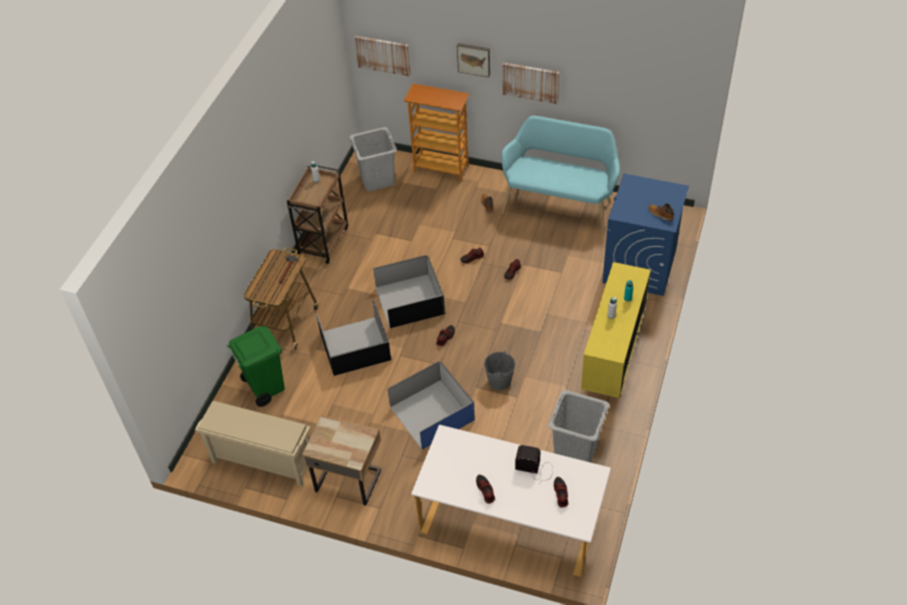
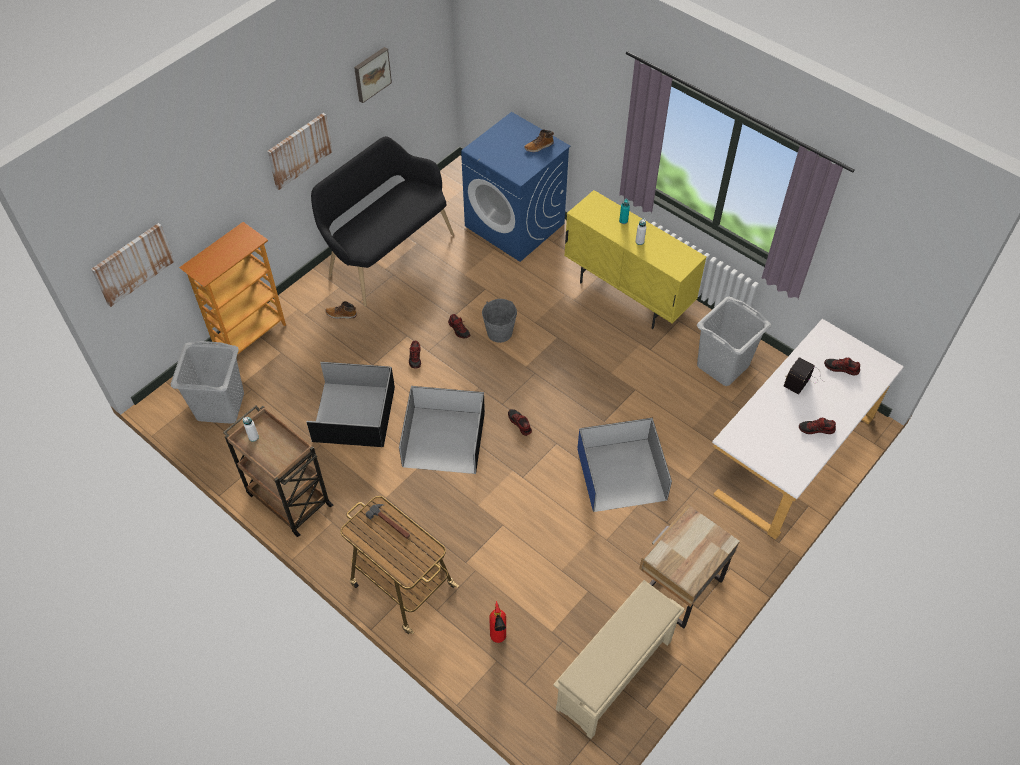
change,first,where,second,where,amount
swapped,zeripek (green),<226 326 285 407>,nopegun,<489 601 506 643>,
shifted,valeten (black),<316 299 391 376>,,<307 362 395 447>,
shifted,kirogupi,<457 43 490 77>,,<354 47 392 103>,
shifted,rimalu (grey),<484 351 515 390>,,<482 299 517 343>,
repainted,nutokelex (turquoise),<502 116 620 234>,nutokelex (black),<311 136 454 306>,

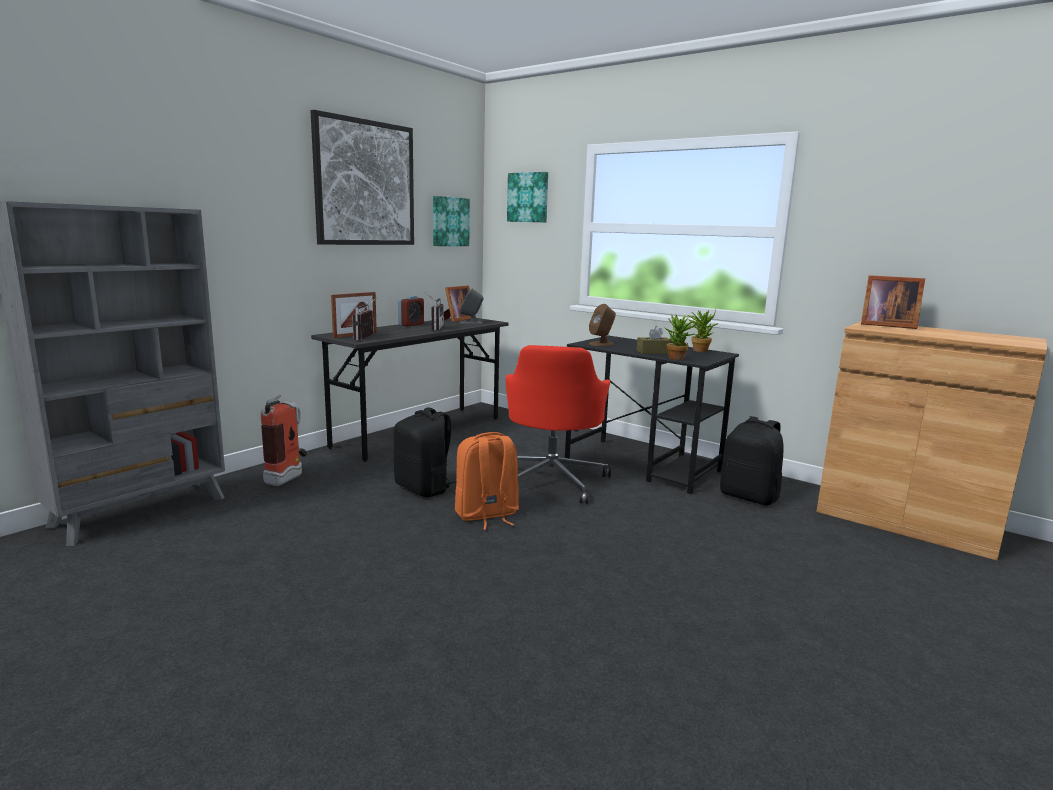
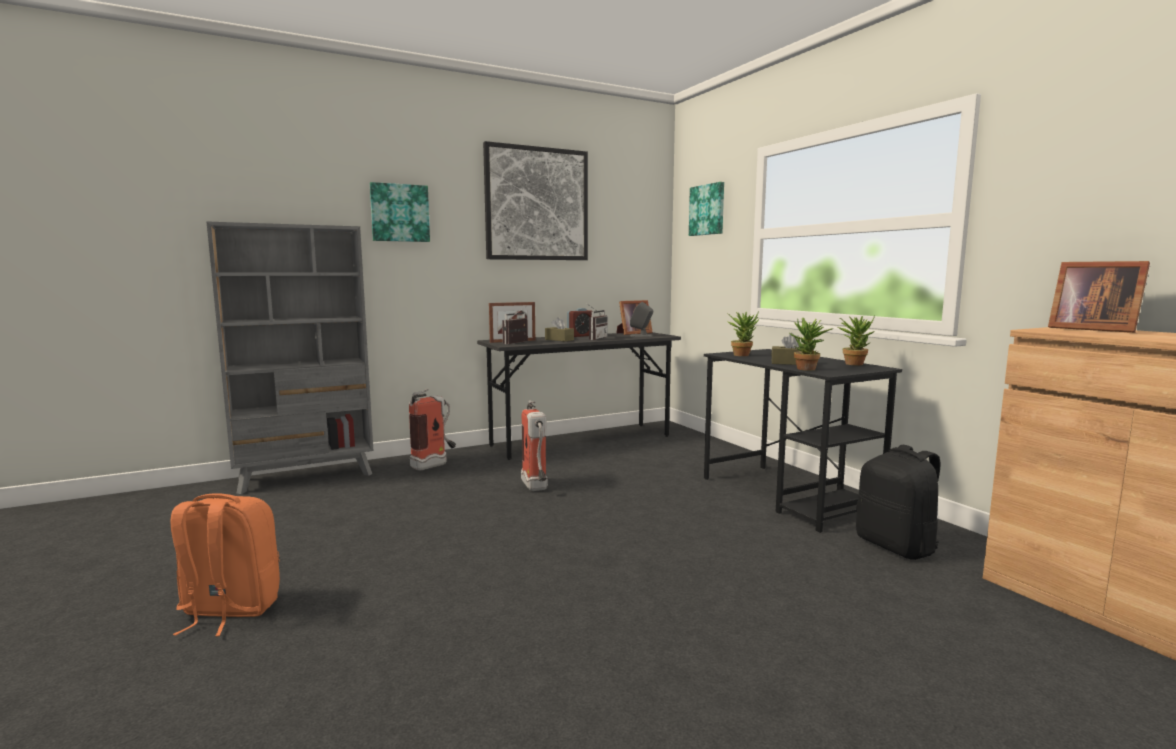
change,first,where,second,where,amount
swapped,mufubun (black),<393 407 456 497>,nopegun,<521 400 548 491>,
shifted,kirogupi,<433 196 470 246>,,<370 182 430 242>,
shifted,mufubun (orange),<455 432 519 530>,,<170 493 280 637>,
gone,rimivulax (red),<506 345 611 504>,,,
swapped,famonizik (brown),<589 304 616 346>,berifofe,<728 311 759 356>,
new,,,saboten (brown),<545 317 574 341>,

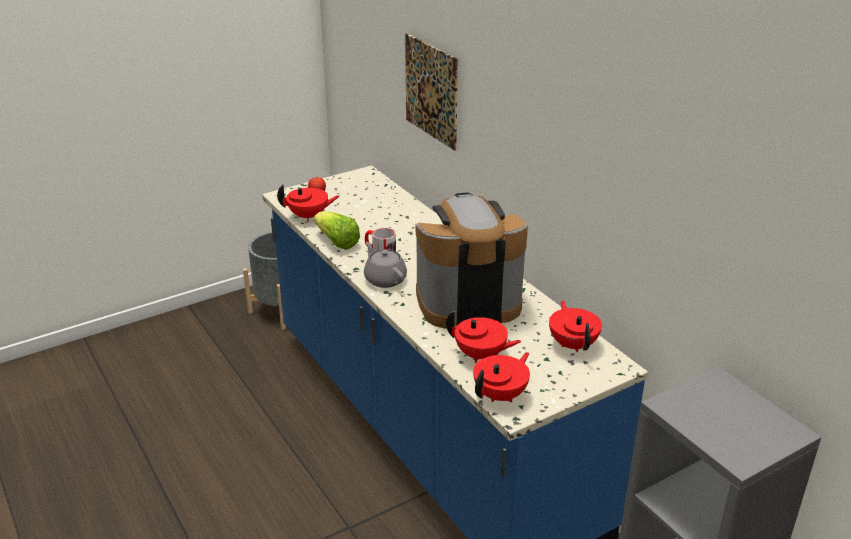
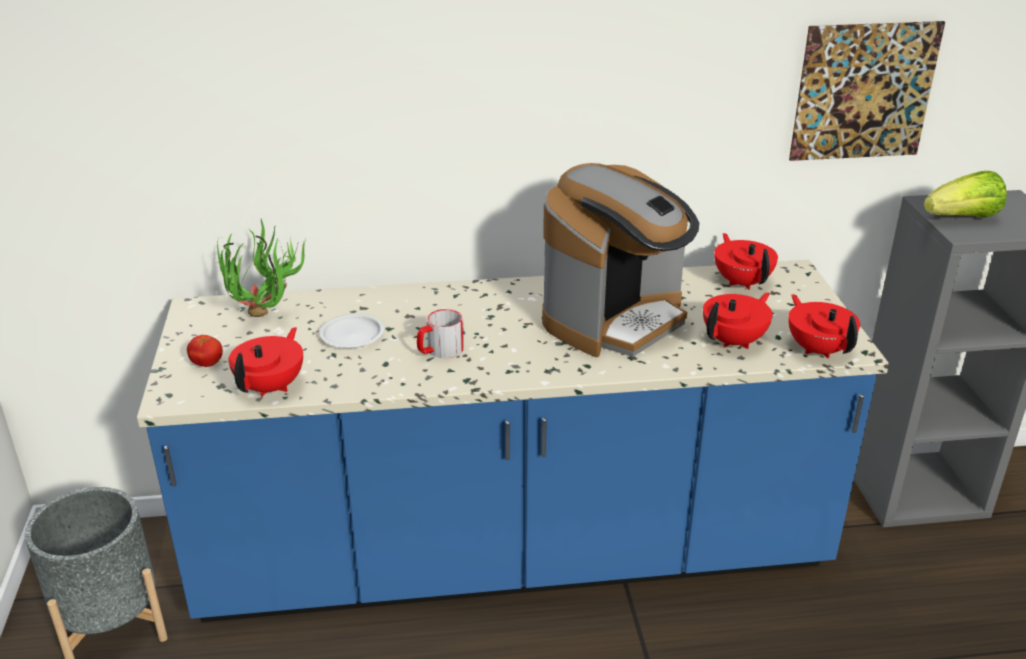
change,first,where,second,where,amount
shifted,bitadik,<313 211 360 250>,,<924 171 1007 218>,
gone,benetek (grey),<364 242 407 288>,,,
shifted,kirogupi,<405 33 458 150>,,<789 21 945 161>,
rotated,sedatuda,<416 193 528 329>,,<542 163 699 357>,150 degrees counterclockwise
rotated,benetek (red),<549 300 602 352>,,<714 233 778 290>,60 degrees clockwise
new,,,berifofe,<217 218 306 317>,
new,,,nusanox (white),<319 314 384 348>,

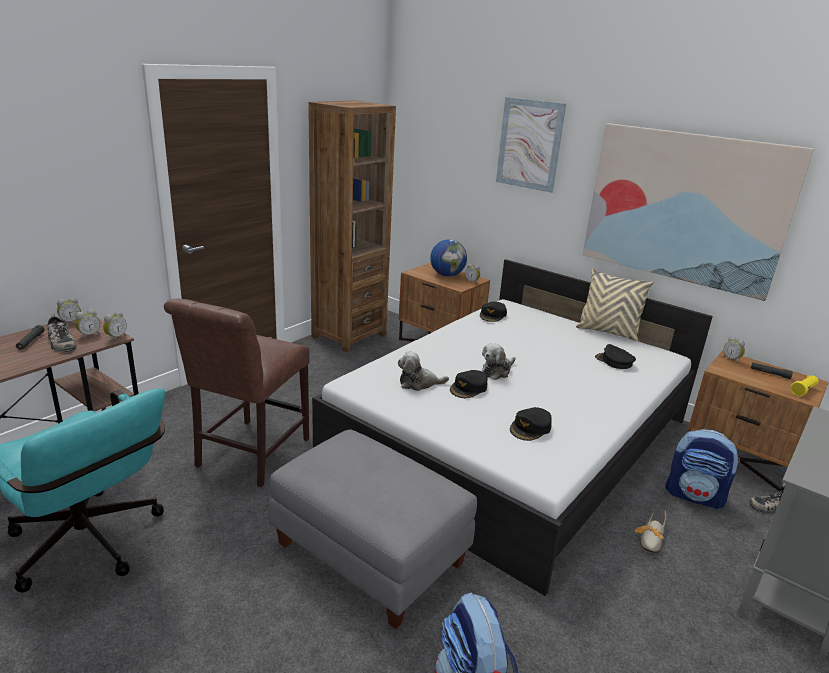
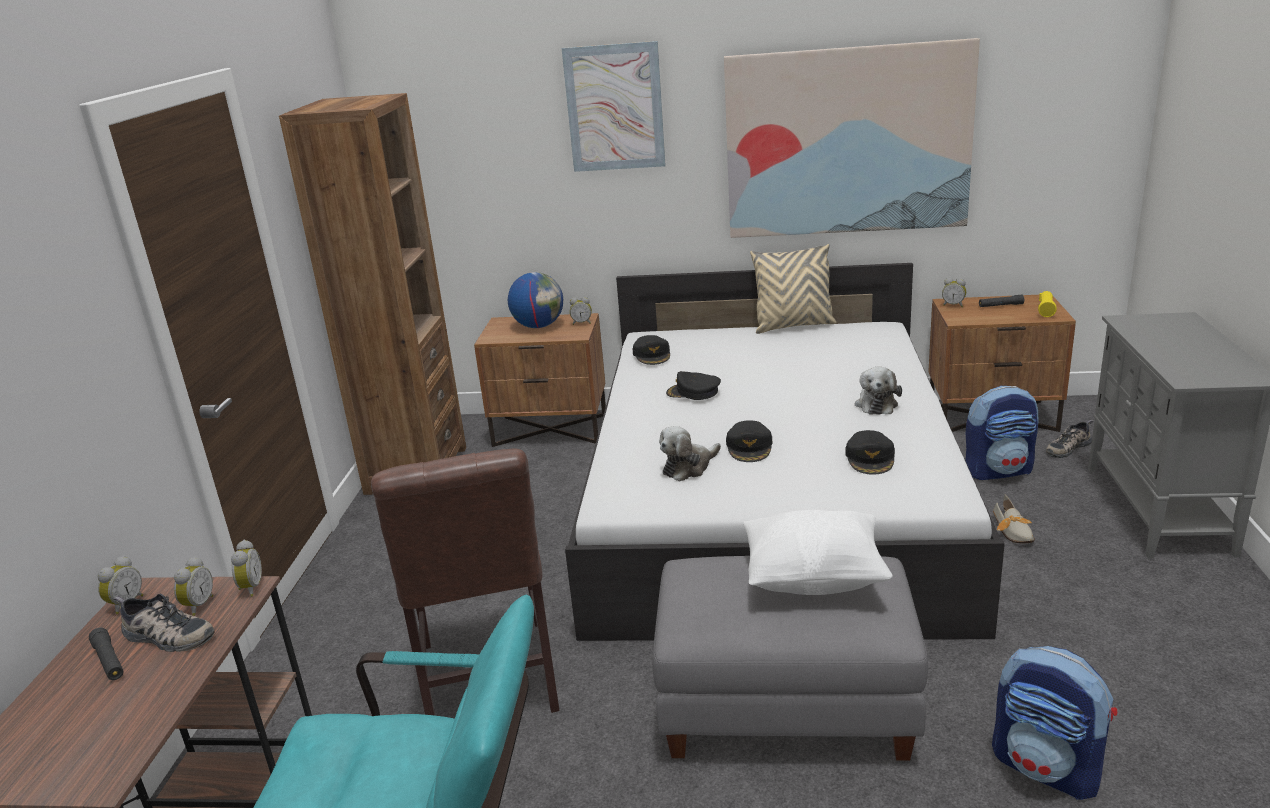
change,first,where,second,where,amount
shifted,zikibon,<481 343 515 380>,,<855 367 902 415>,
shifted,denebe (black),<595 344 636 369>,,<666 371 721 400>,
new,,,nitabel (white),<743 510 893 595>,

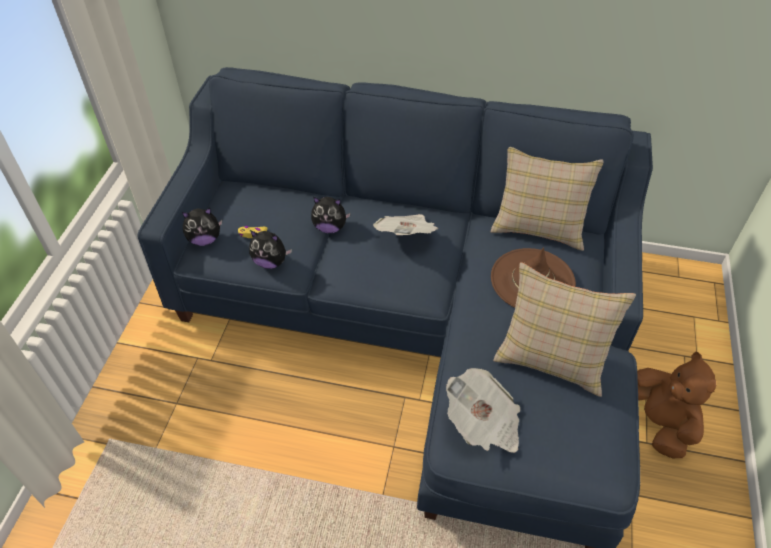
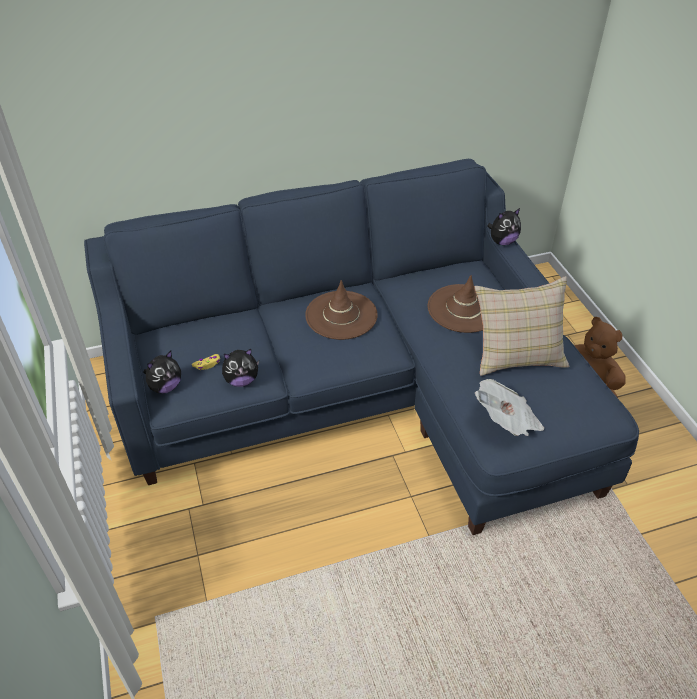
change,first,where,second,where,amount
shifted,zikibon,<311 197 351 233>,,<487 208 521 245>,
swapped,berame,<373 214 438 235>,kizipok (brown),<305 280 378 340>,
gone,nitabel (beige),<491 147 604 251>,,,

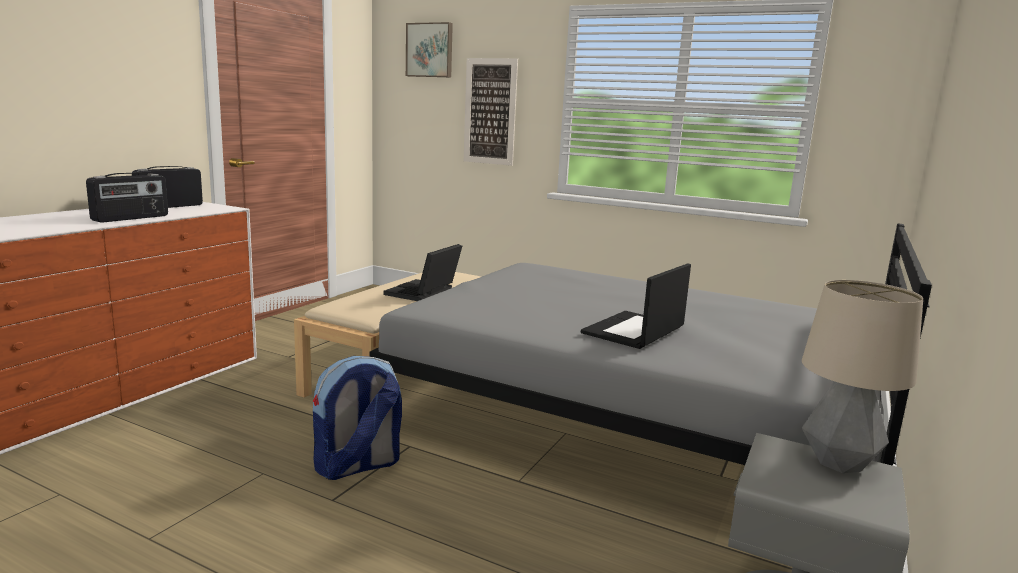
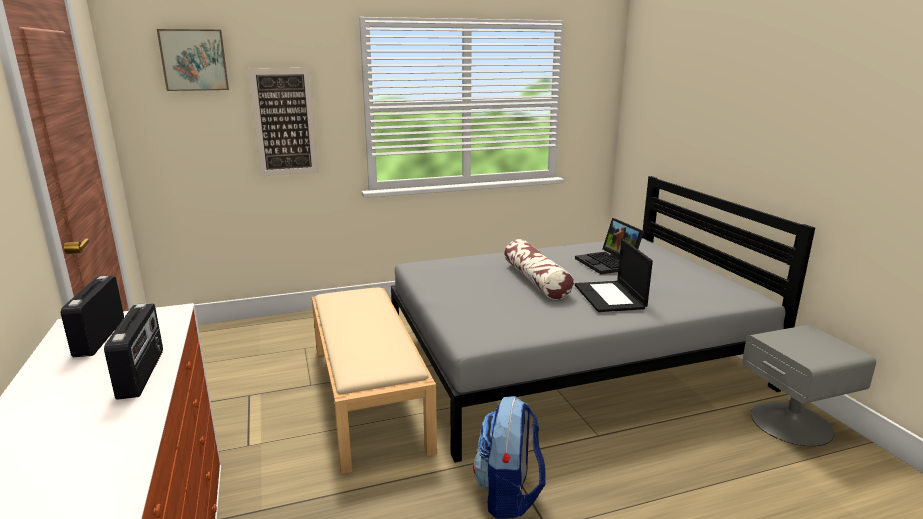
change,first,where,second,where,amount
shifted,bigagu,<383 244 462 301>,,<575 218 644 274>,
gone,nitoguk,<802 280 923 473>,,,
new,,,nitabel,<504 239 574 300>,

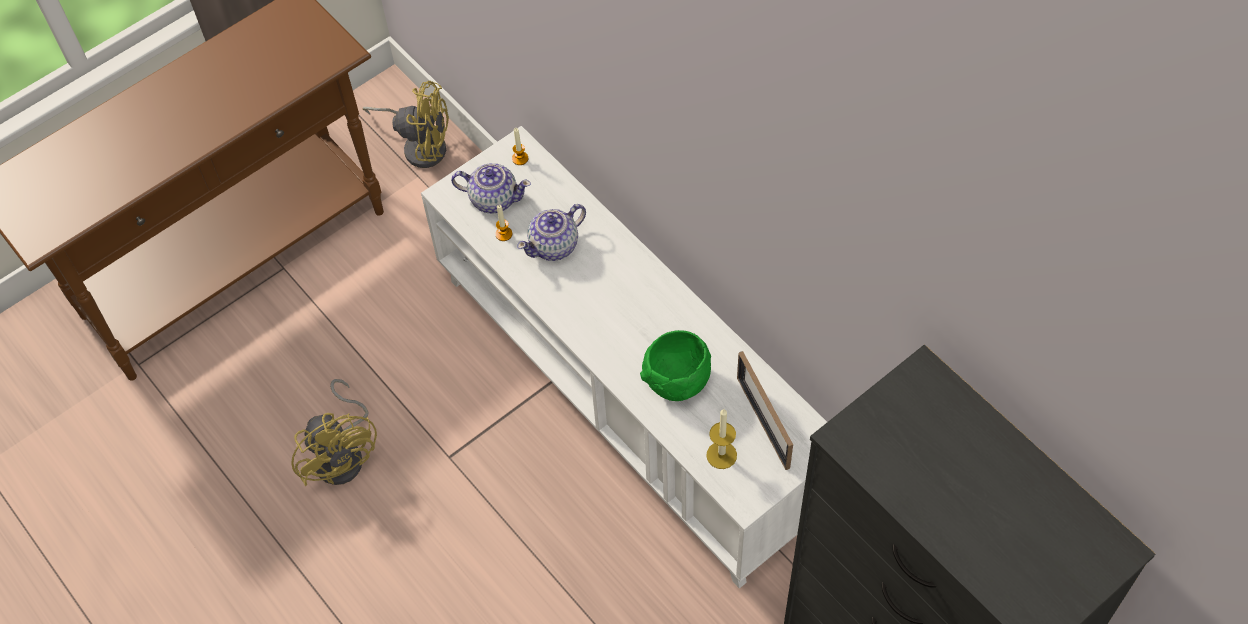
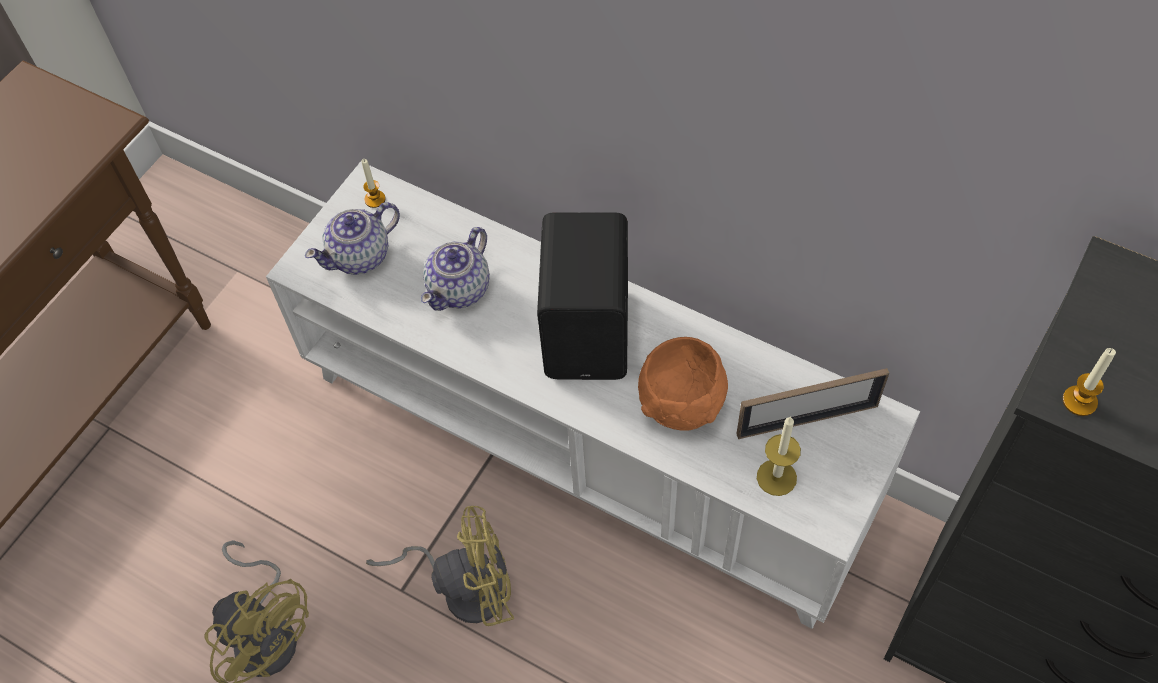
change,first,where,second,where,amount
shifted,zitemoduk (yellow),<362 81 449 168>,,<366 506 514 626>,
rotated,benetek,<451 163 531 214>,,<305 202 400 275>,150 degrees clockwise
shifted,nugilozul,<495 205 512 241>,,<1063 348 1116 416>,
repainted,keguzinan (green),<640 330 711 401>,keguzinan (orange),<638 337 728 431>,
rotated,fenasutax,<737 351 793 470>,,<737 368 889 439>,60 degrees counterclockwise
new,,,famonizik (black),<537 212 628 380>,

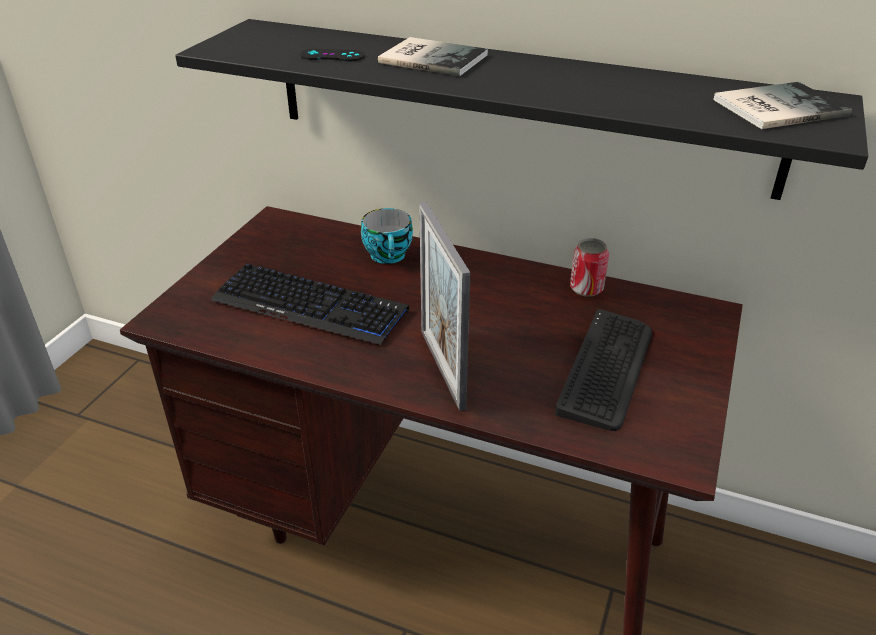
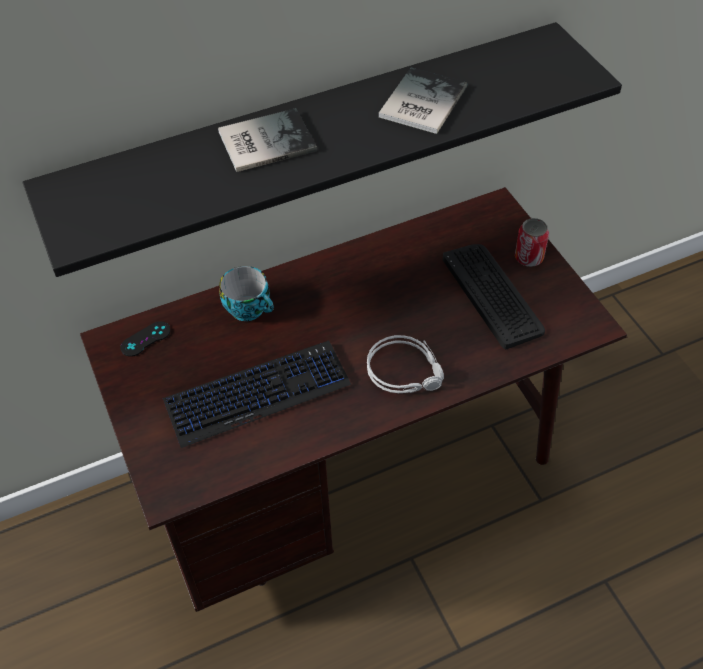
change,first,where,second,where,amount
shifted,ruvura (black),<300 49 365 61>,,<120 321 171 357>,
swapped,fenasutax,<419 202 470 411>,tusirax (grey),<367 335 444 393>,
shifted,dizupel,<570 238 609 297>,,<515 218 549 267>,
shifted,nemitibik,<713 82 852 129>,,<379 68 467 134>,

